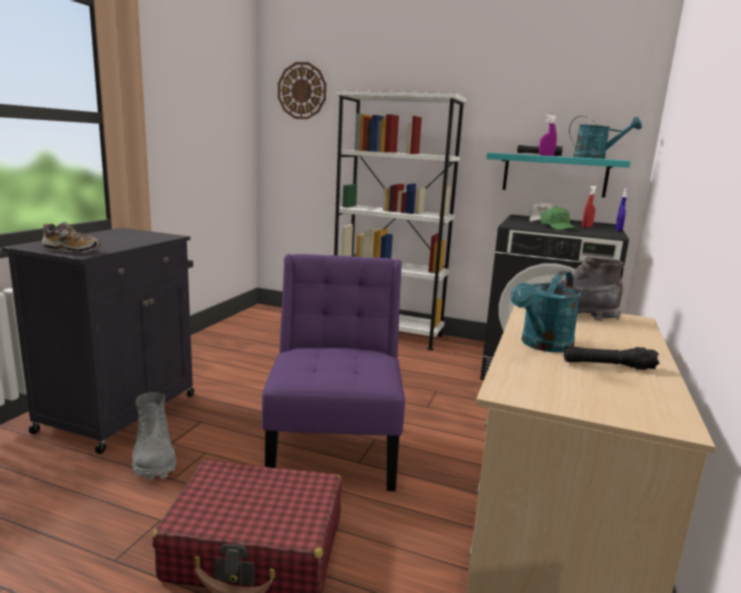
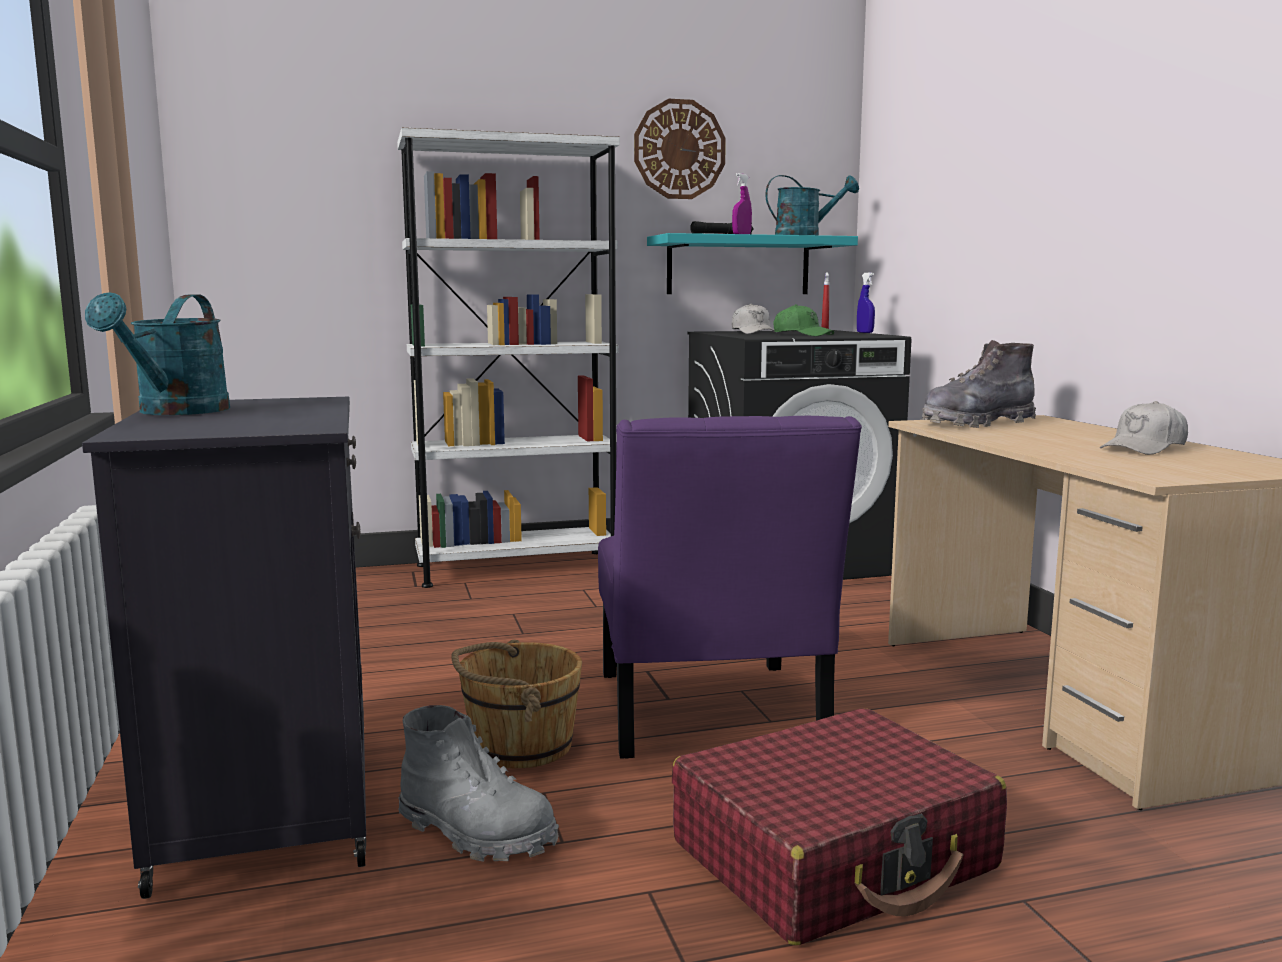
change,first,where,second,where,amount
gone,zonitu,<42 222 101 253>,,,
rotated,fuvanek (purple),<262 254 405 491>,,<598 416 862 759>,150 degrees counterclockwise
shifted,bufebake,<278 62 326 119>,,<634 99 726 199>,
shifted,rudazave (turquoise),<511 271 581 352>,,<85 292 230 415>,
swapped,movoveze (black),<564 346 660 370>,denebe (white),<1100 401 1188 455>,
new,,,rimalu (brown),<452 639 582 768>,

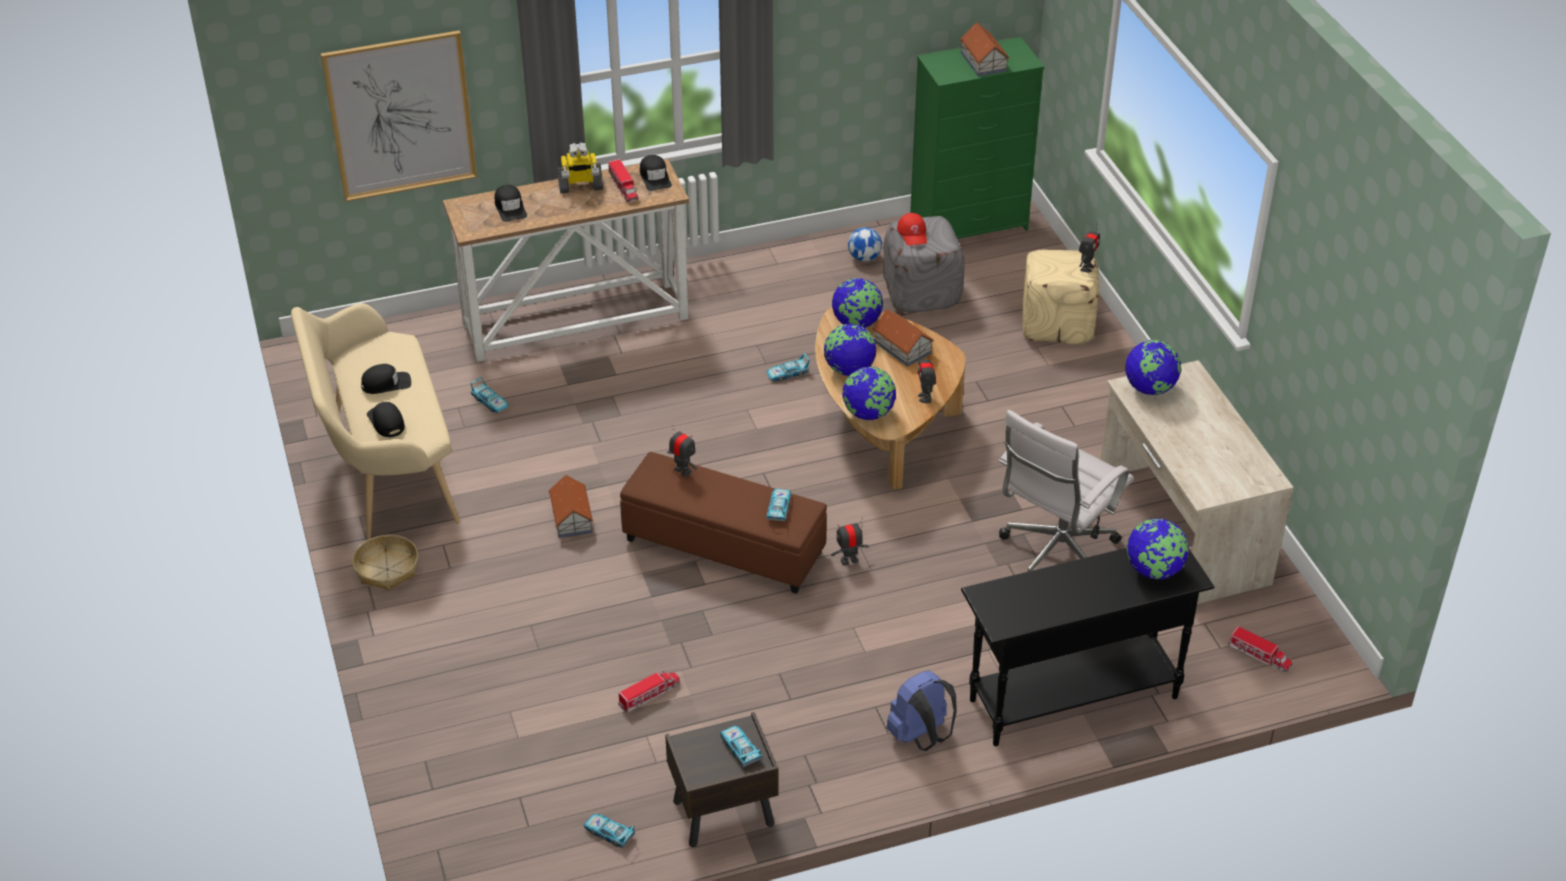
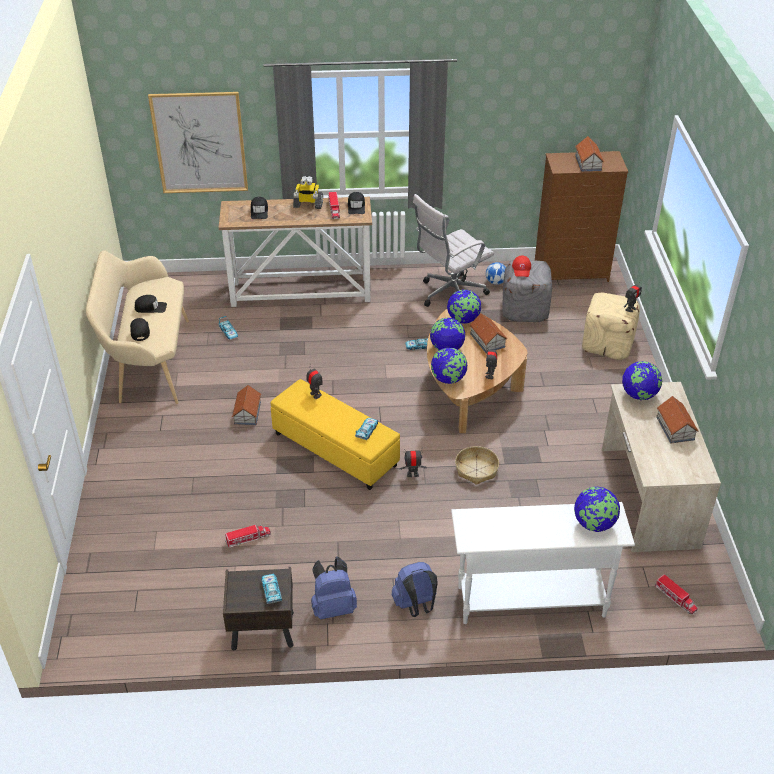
change,first,where,second,where,amount
shifted,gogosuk,<352 534 418 591>,,<455 446 499 485>,
gone,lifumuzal,<584 814 635 848>,,,
repainted,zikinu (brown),<620 452 827 594>,zikinu (yellow),<271 379 400 490>,
repainted,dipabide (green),<910 37 1044 239>,dipabide (brown),<535 151 628 282>,
repainted,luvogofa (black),<961 548 1214 746>,luvogofa (white),<451 502 635 624>,
shifted,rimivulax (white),<998 410 1134 572>,,<413 194 494 307>,
new,,,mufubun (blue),<311 557 357 620>,
new,,,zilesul,<656 396 698 443>,

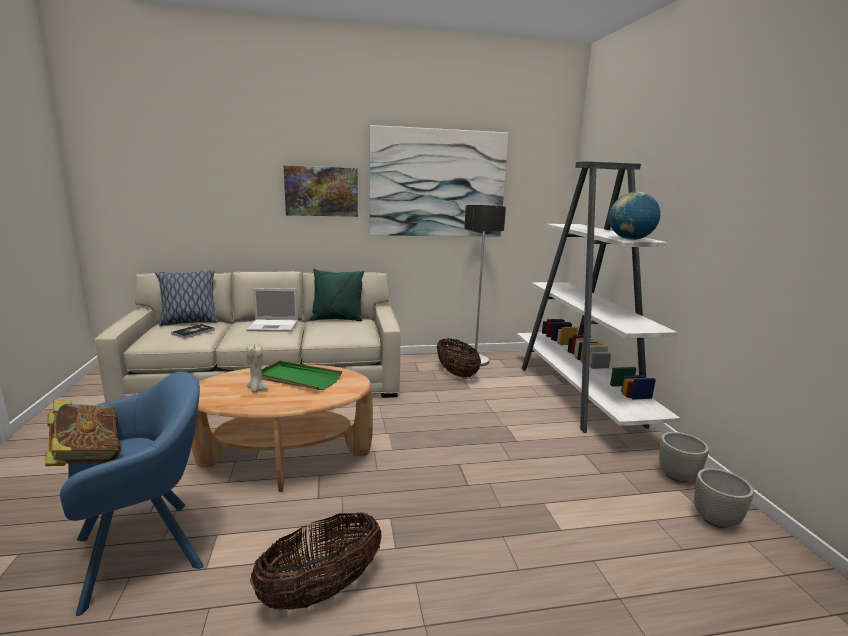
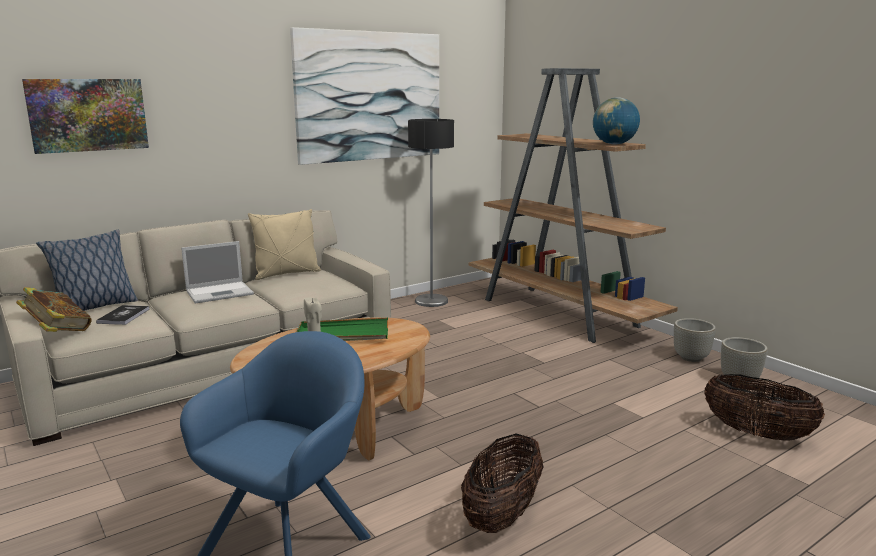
change,first,where,second,where,amount
shifted,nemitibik,<45 400 121 466>,,<16 287 92 332>,
shifted,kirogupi,<283 165 358 217>,,<22 79 149 154>,
repainted,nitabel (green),<310 269 364 321>,nitabel (beige),<248 209 321 280>,
shifted,gogosuk,<437 338 481 378>,,<705 374 825 441>,
repainted,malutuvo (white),<517 161 680 433>,malutuvo (brown),<469 68 678 343>,

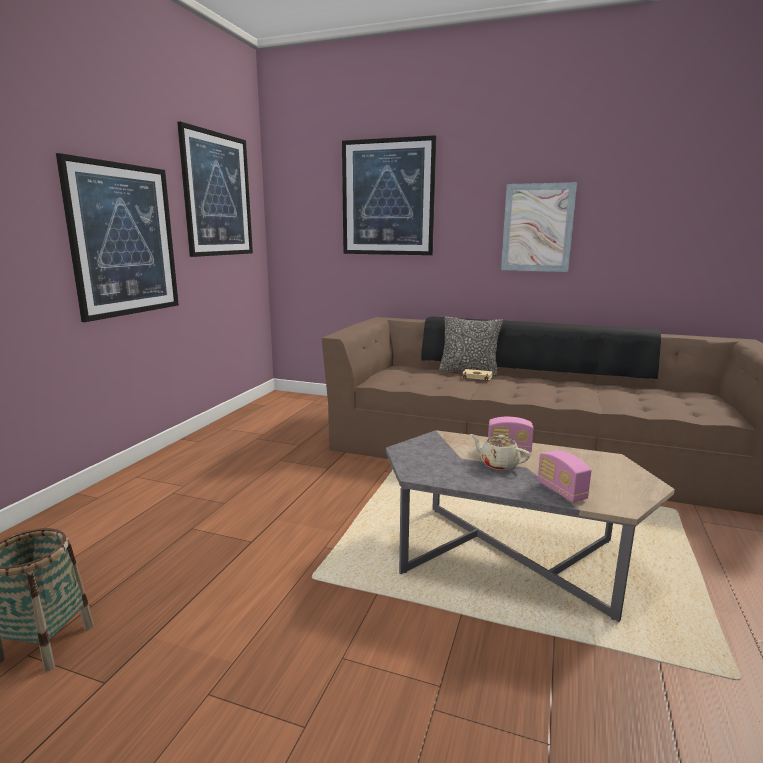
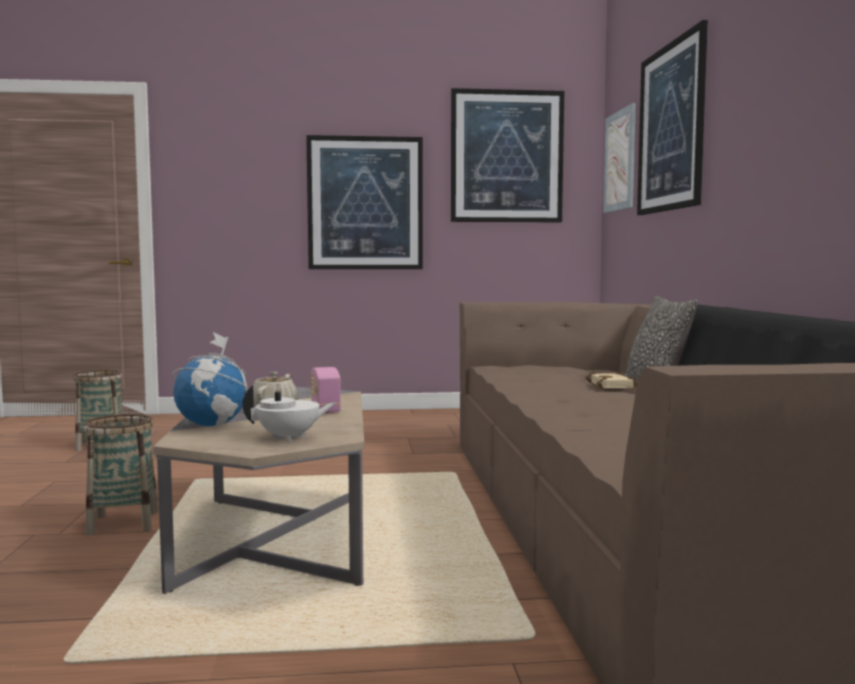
change,first,where,second,where,amount
shifted,kirogupi,<501 182 577 272>,,<603 103 636 213>,
swapped,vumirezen,<538 450 592 502>,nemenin,<173 332 249 427>,
new,,,gogosuk,<84 414 158 535>,
new,,,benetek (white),<242 385 336 442>,

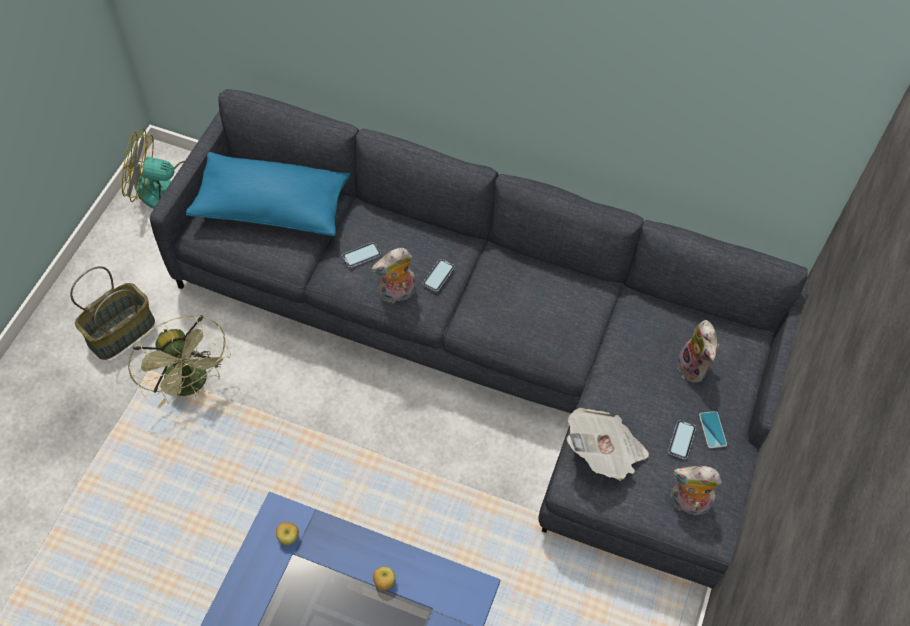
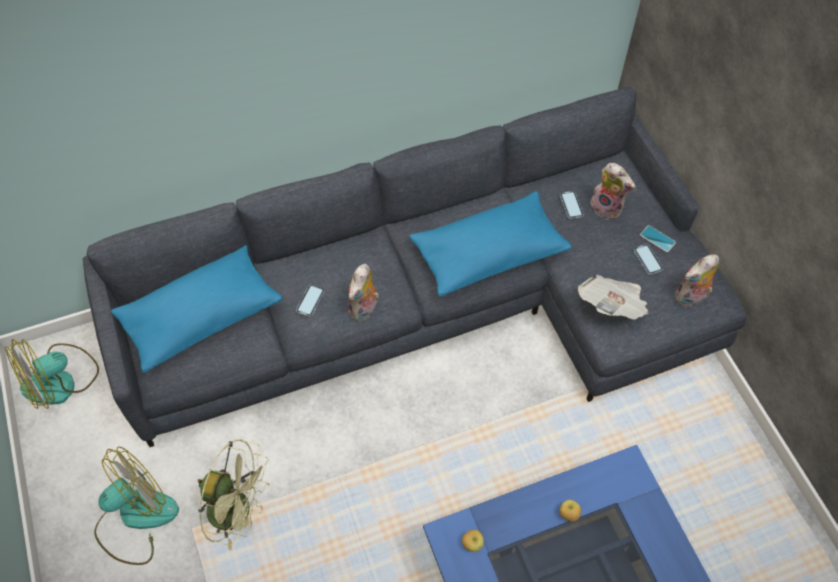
change,first,where,second,where,amount
swapped,gogosuk,<70 266 155 360>,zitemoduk,<94 447 179 565>,
shifted,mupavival,<423 259 455 292>,,<560 191 584 219>,
new,,,nitabel (blue),<410 191 572 297>,

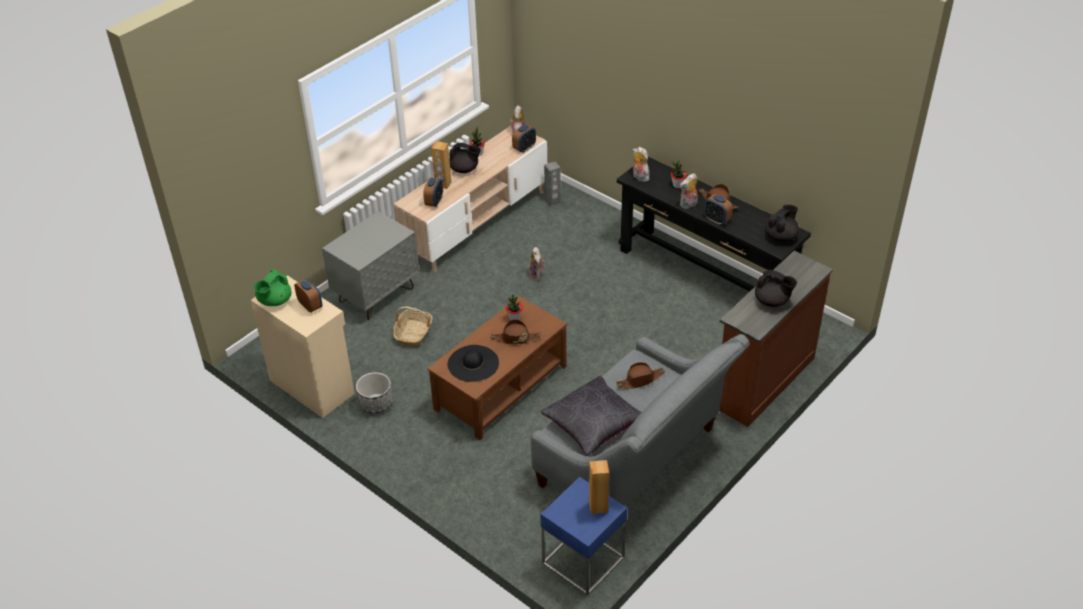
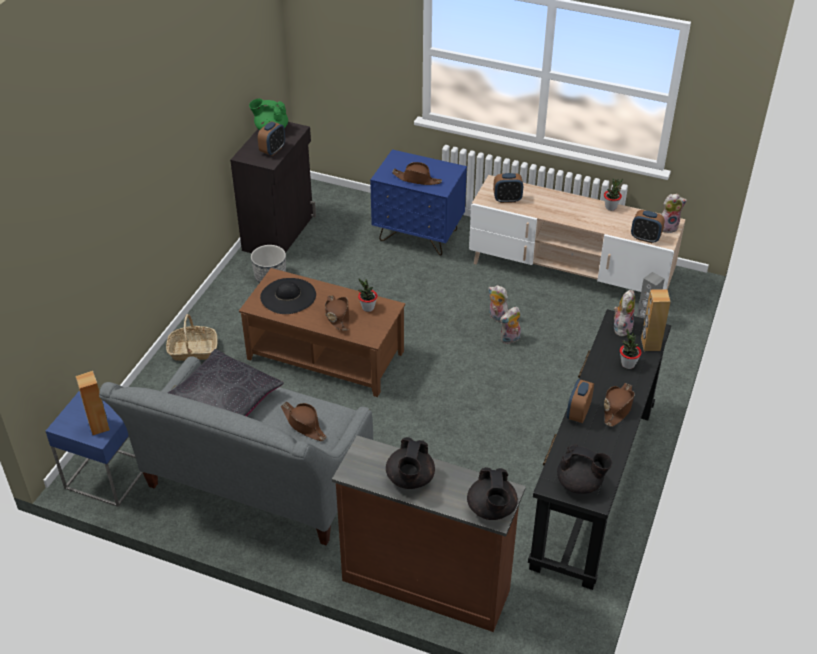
change,first,where,second,where,amount
repainted,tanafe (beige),<251 275 355 418>,tanafe (black),<230 122 316 253>,
repainted,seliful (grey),<322 211 419 320>,seliful (blue),<370 149 467 256>,
shifted,gogosuk,<393 306 433 346>,,<166 314 218 361>,
shifted,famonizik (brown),<431 141 452 189>,,<641 290 671 351>,
shifted,benetek (black),<449 143 481 173>,,<467 467 518 520>,
shifted,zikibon,<680 173 698 209>,,<488 285 508 323>,
new,,,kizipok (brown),<392 162 442 185>,

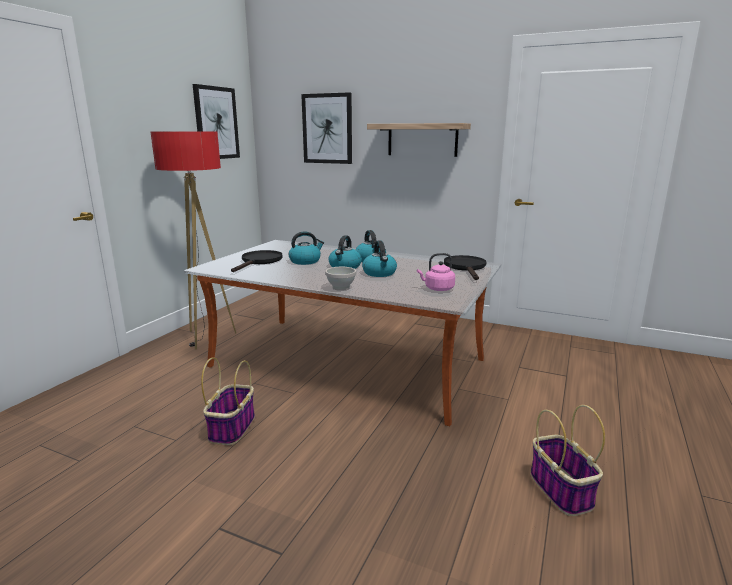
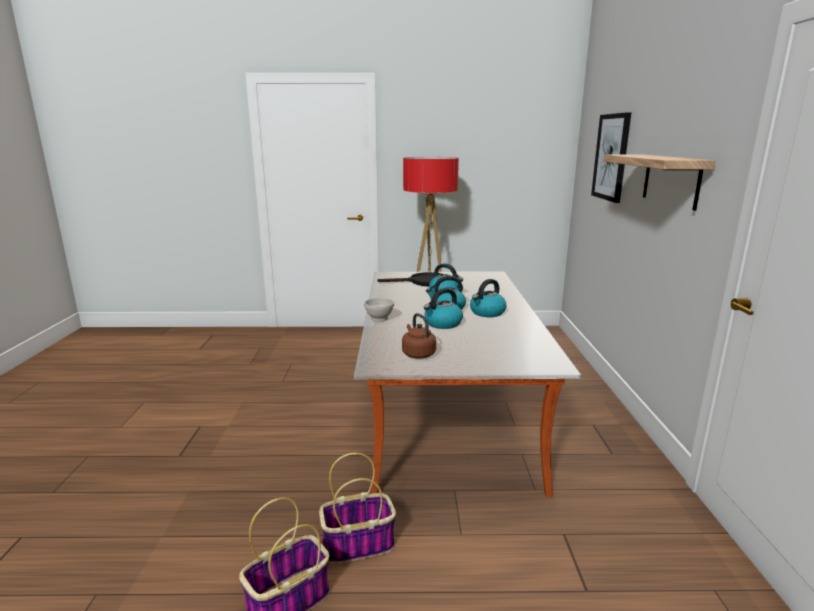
change,first,where,second,where,amount
gone,kirogupi,<192 84 240 159>,,,
shifted,gogosuk,<201 357 255 445>,,<319 453 396 564>,
repainted,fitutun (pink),<417 253 455 291>,fitutun (brown),<402 313 436 359>,
gone,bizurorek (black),<444 255 486 280>,,,

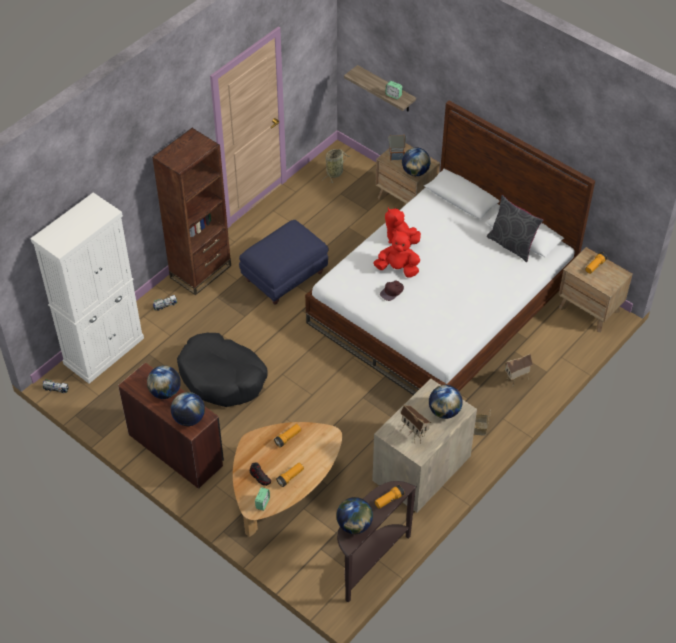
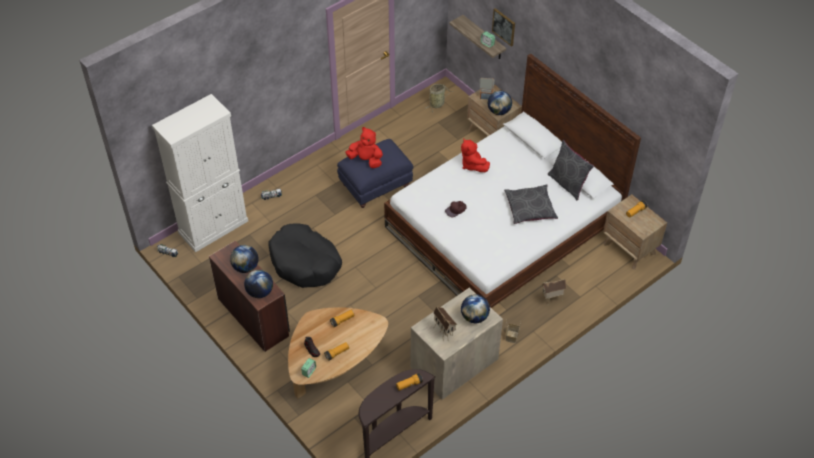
change,first,where,second,where,amount
gone,malutuvo (brown),<152 128 231 295>,,,
gone,nemenin,<336 497 373 534>,,,
shifted,zikibon (red),<373 230 420 278>,,<345 127 383 168>,
new,,,kirogupi,<492 8 515 47>,
new,,,nitabel (grey),<504 184 558 224>,

